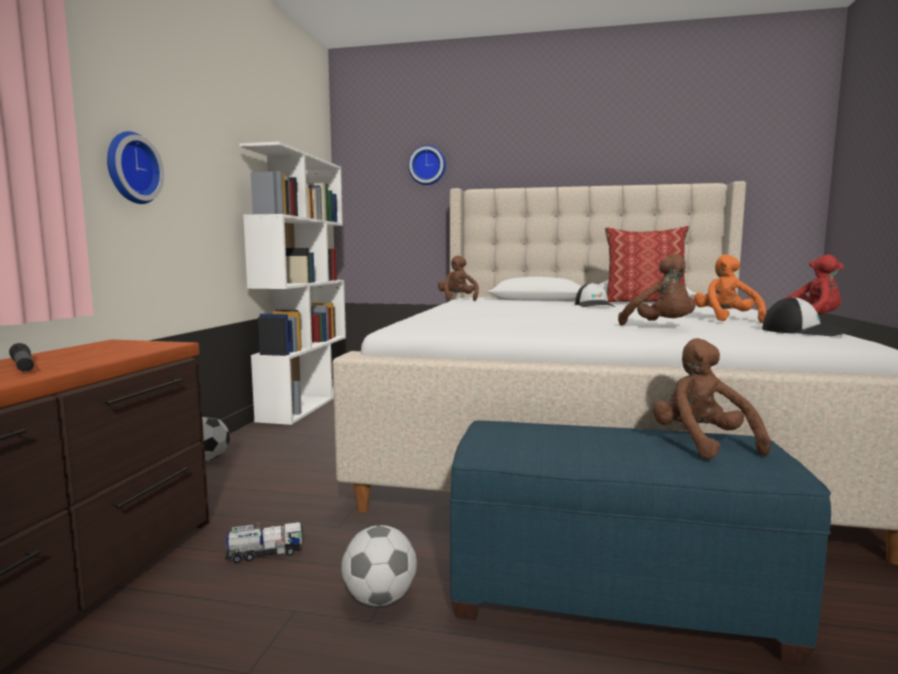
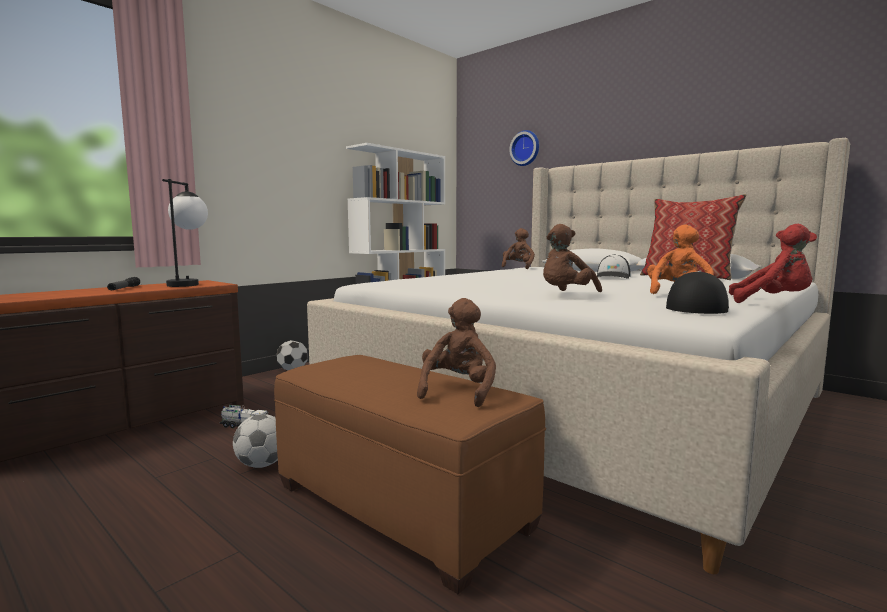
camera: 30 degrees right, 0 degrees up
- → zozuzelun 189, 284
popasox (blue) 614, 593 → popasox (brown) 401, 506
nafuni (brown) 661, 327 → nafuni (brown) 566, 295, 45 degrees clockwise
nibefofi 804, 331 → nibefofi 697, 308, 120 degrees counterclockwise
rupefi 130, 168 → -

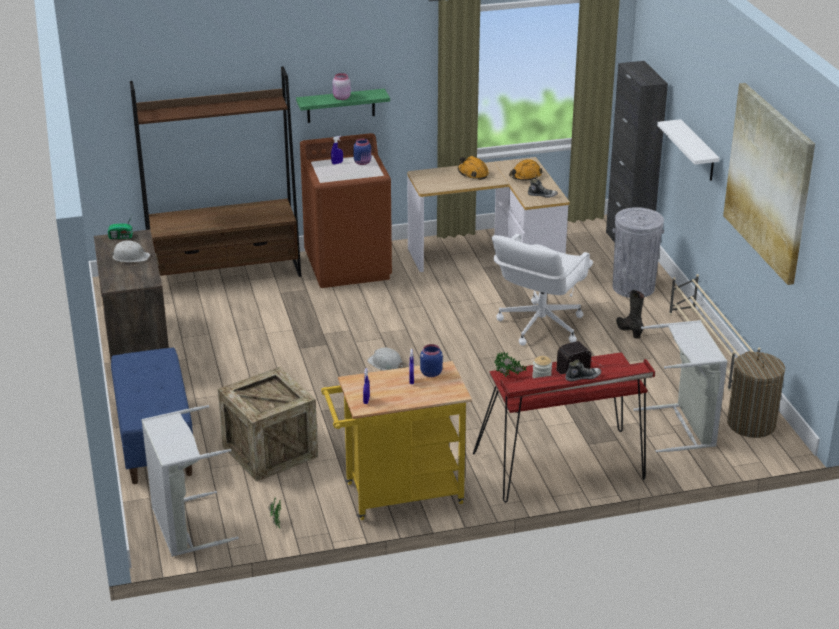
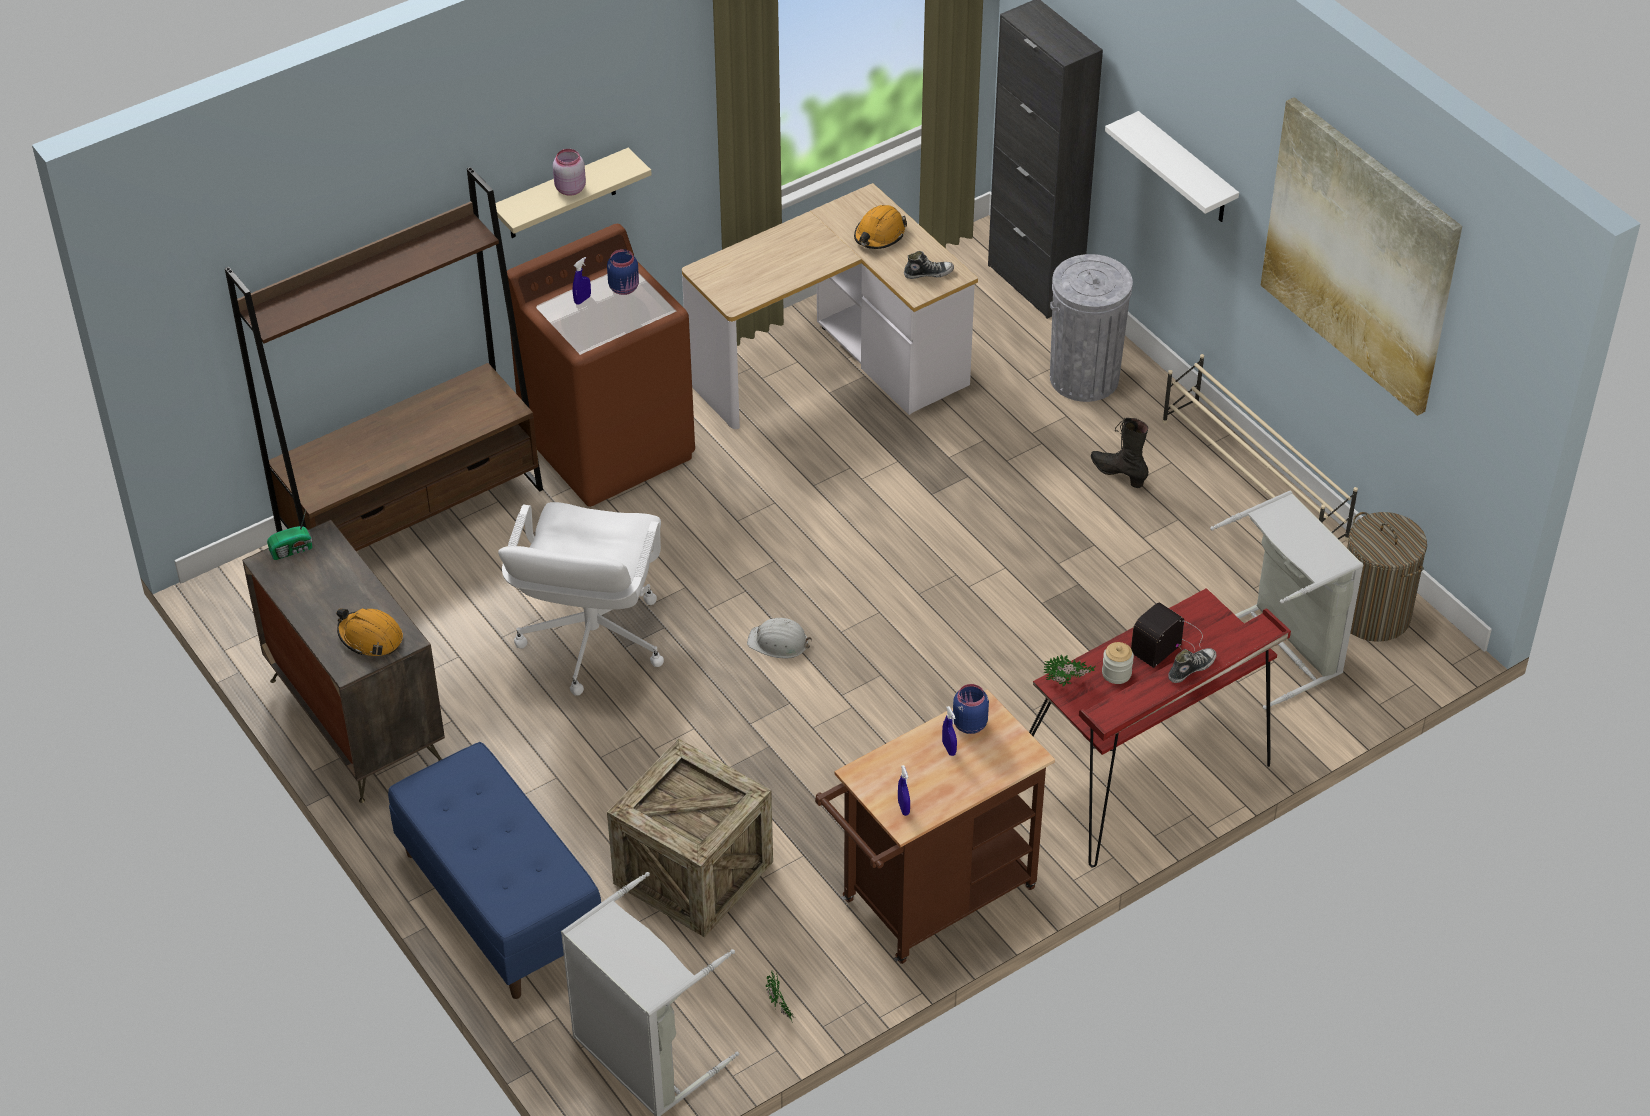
camera: 20 degrees left, 15 degrees up
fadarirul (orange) 472, 173 → fadarirul (orange) 370, 637, move
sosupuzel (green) 340, 106 → sosupuzel (beige) 561, 195
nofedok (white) 539, 325 → nofedok (white) 591, 640, move
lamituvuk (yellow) 396, 495 → lamituvuk (brown) 929, 901
fadarirul (white) 130, 257 → -

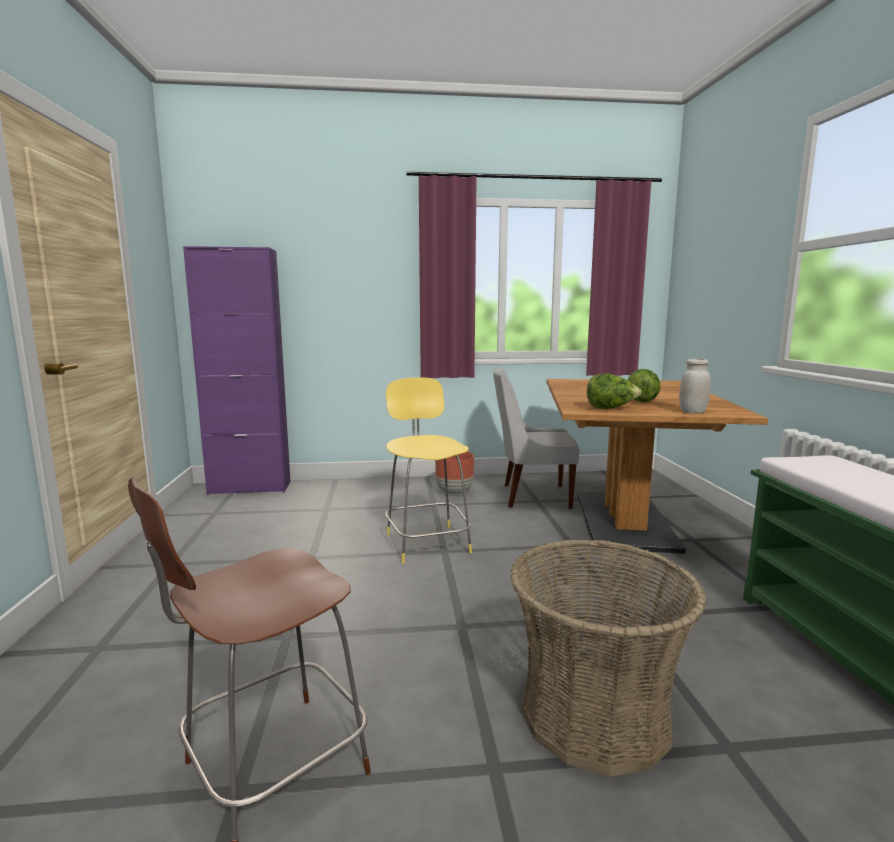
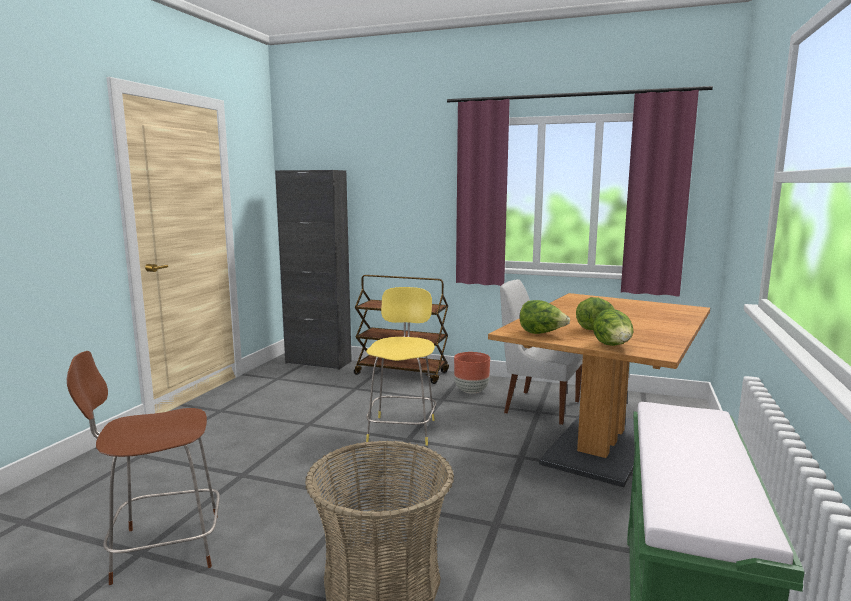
camera: 25 degrees right, 0 degrees up
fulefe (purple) 250, 488 → fulefe (black) 318, 362
- → lamituvuk (brown) 402, 373
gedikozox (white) 693, 412 → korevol 613, 346

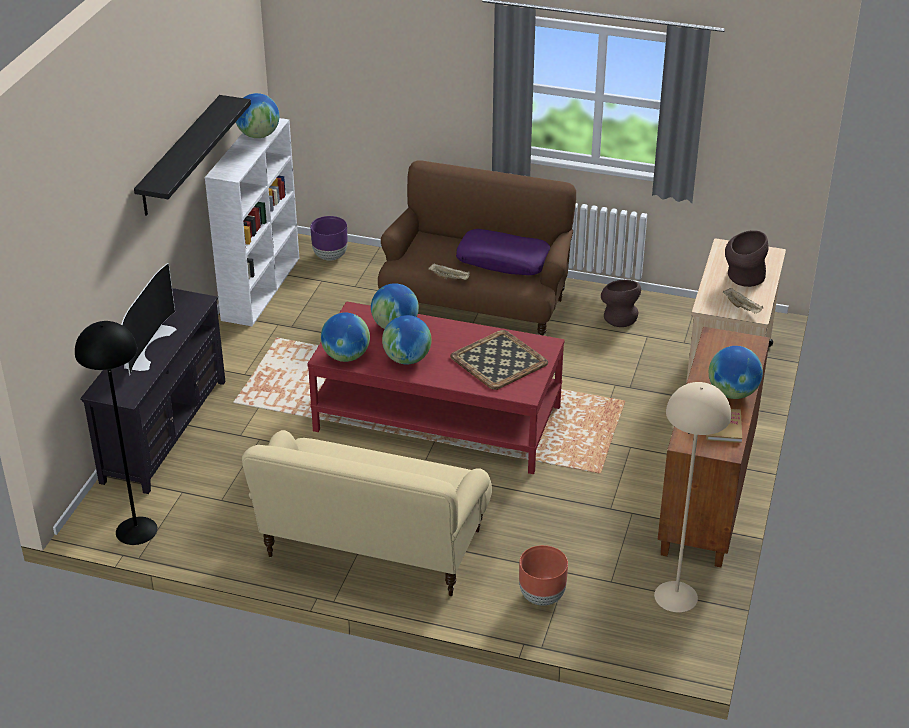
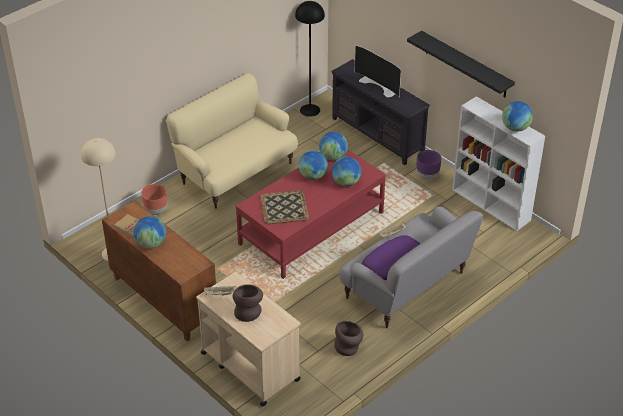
camera: 120 degrees right, 5 degrees up
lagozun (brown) 476, 307 → lagozun (grey) 407, 286
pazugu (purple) 330, 256 → pazugu (purple) 427, 176, move

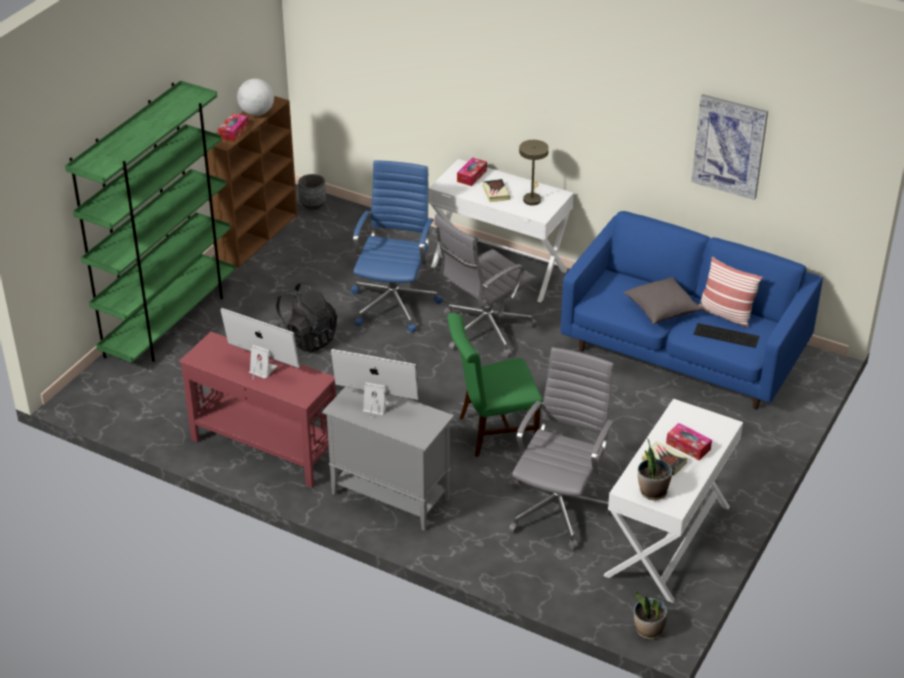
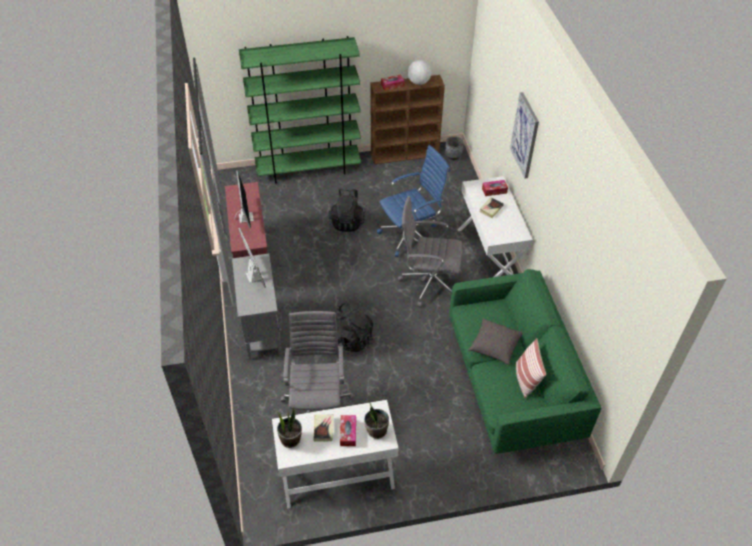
camera: 50 degrees right, 10 degrees up
nofedok (grey) 559, 508 → nofedok (grey) 318, 406, 75 degrees counterclockwise
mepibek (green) 492, 432 → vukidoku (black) 350, 339
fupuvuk 648, 630 → fupuvuk 376, 430, move
lagozun (blue) 684, 350 → lagozun (green) 512, 382
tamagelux 729, 146 → tamagelux 525, 135, move
zozuzelun (beige) 532, 198 → -
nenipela 727, 335 → -

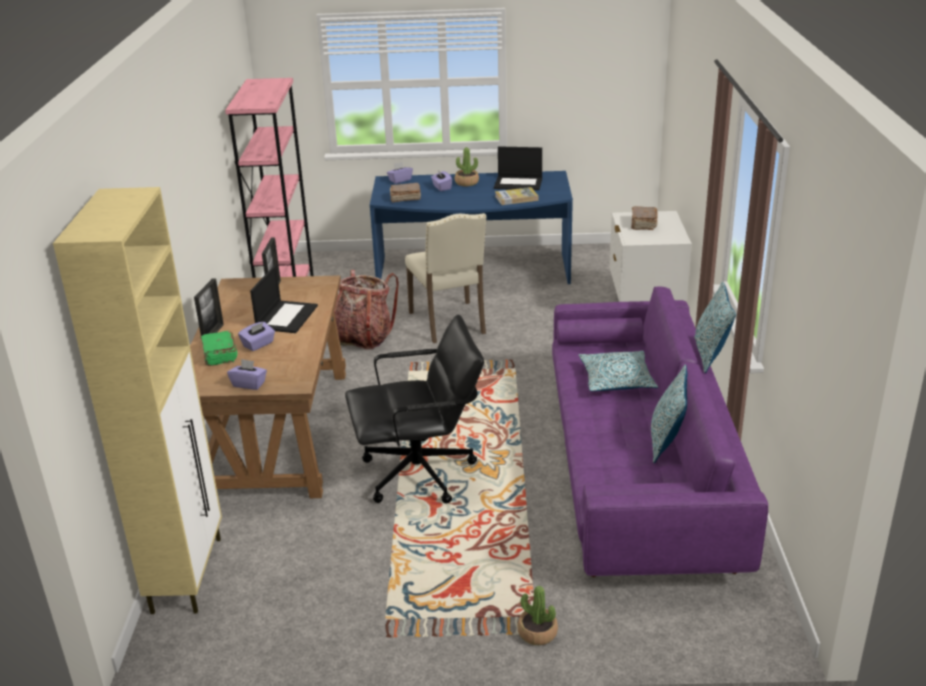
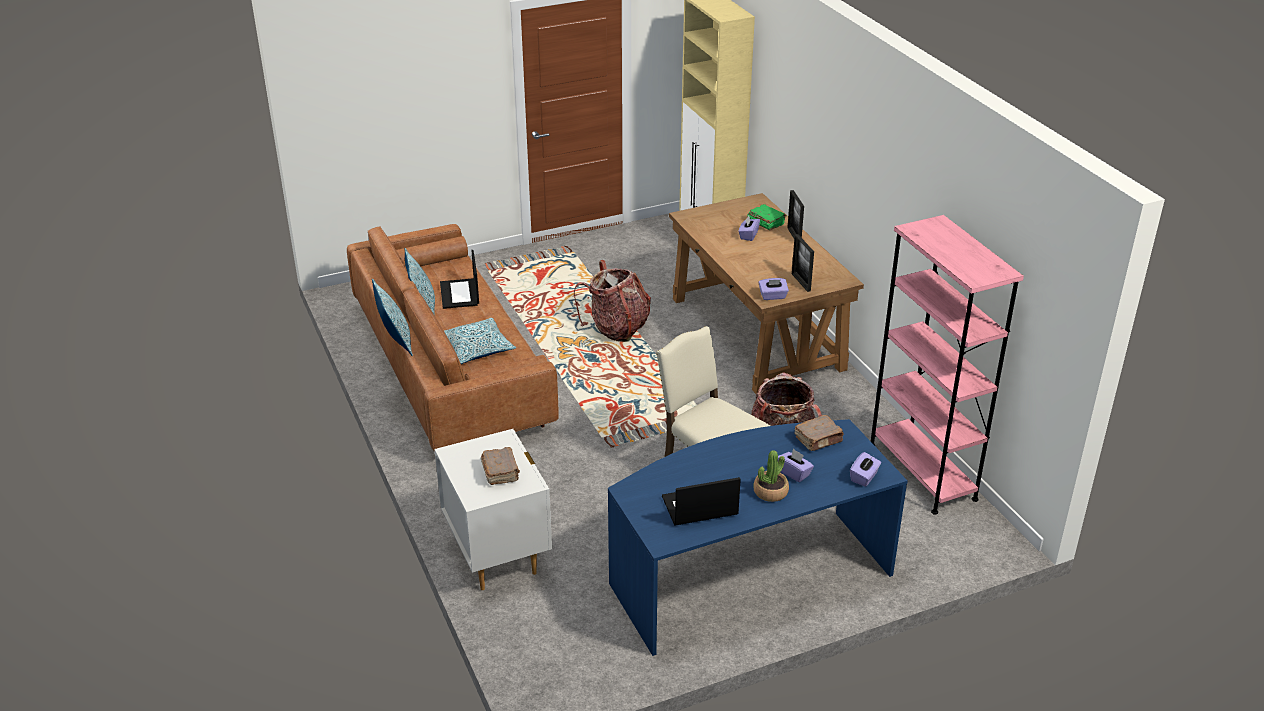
camera: 155 degrees right, 5 degrees up
lagozun (purple) 638, 469 → lagozun (brown) 451, 368
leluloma 286, 317 → leluloma 460, 294, move
nofedok (black) 420, 474 → vukidoku 616, 328
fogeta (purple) 249, 384 → fogeta (purple) 773, 296, move
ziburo 516, 198 → -
fupuvuk 537, 632 → -

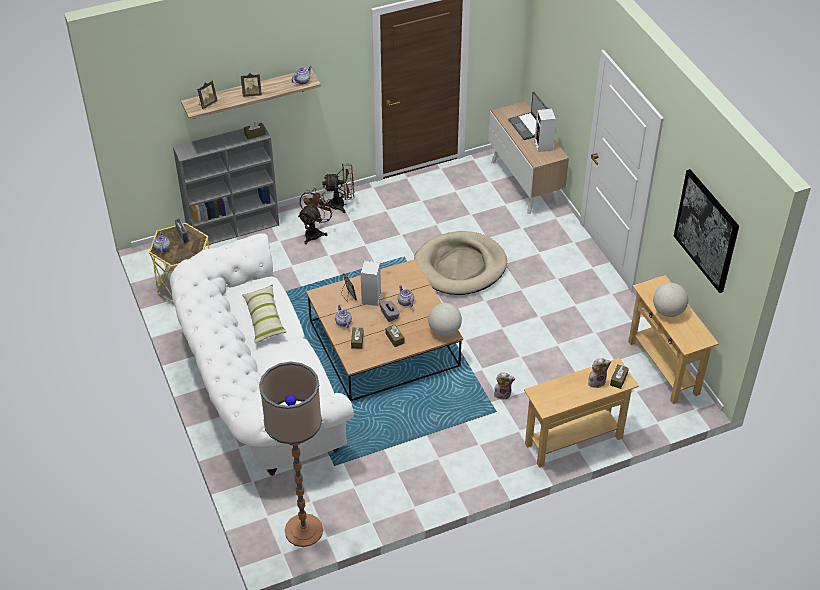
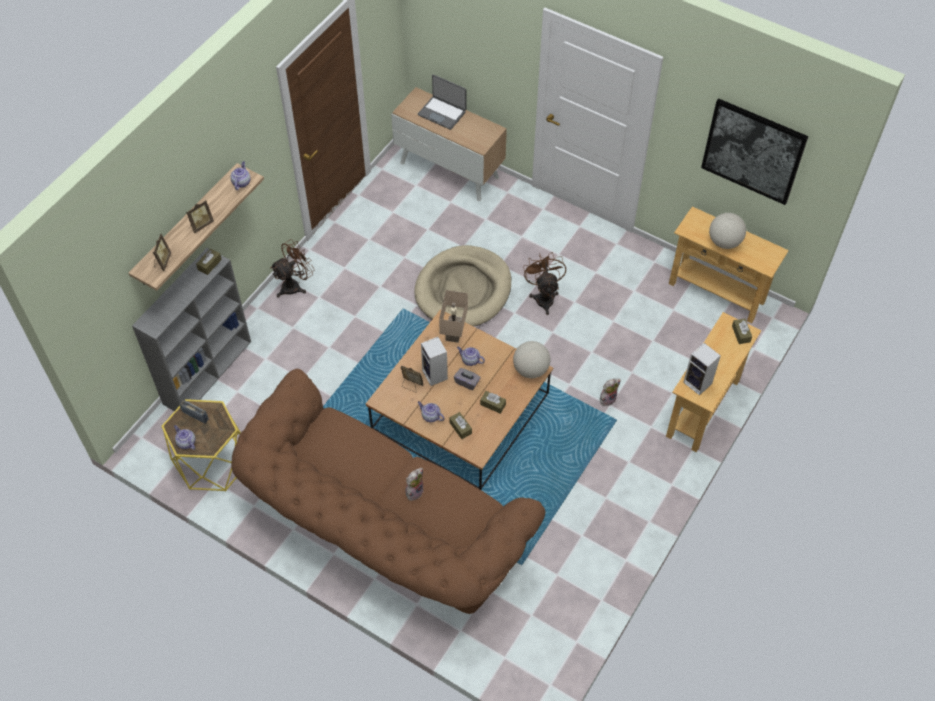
camera: 35 degrees left, 10 degrees up
lagozun (white) 258, 389 → lagozun (brown) 383, 530
nafuni 597, 381 → nafuni 414, 491, move
- → zozuzelun (beige) 452, 332
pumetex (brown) 315, 232 → pumetex (brown) 544, 297, move
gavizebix 544, 146 → gavizebix 698, 383, move
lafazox 264, 319 → -
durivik 303, 530 → -

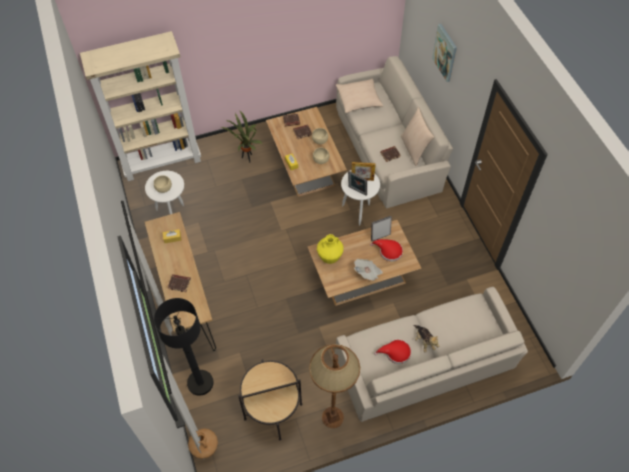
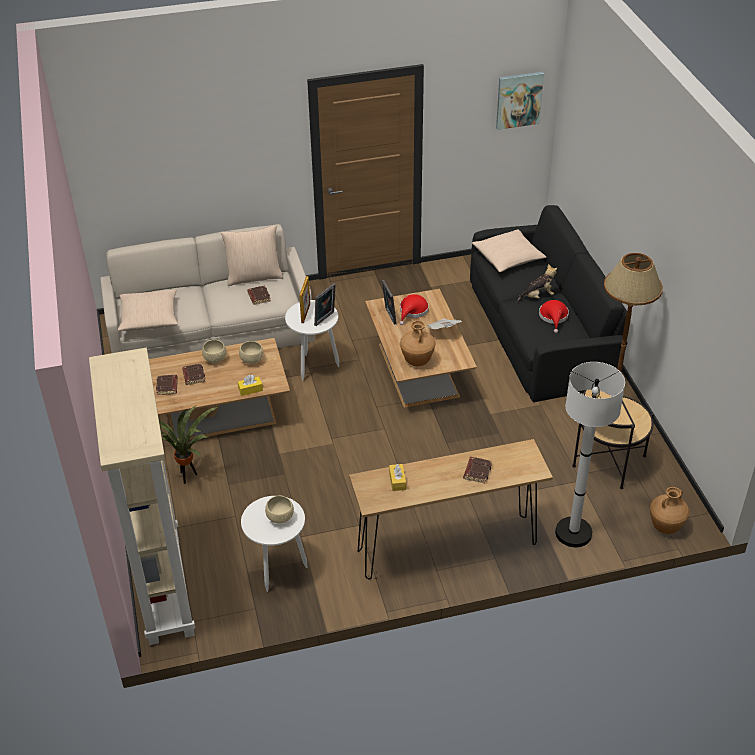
camera: 85 degrees left, 15 degrees down
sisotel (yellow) 329, 257 → sisotel (brown) 417, 361
lagozun (beige) 425, 364 → lagozun (black) 541, 330
- → lafazox (beige) 508, 257
tamagelux 445, 52 → tamagelux 519, 100, move
durivik (black) 200, 383 → durivik (white) 573, 533

